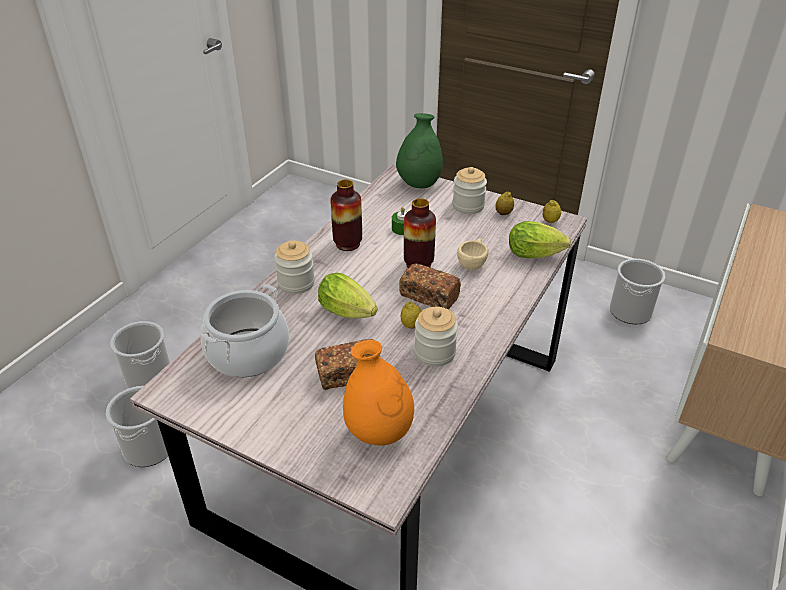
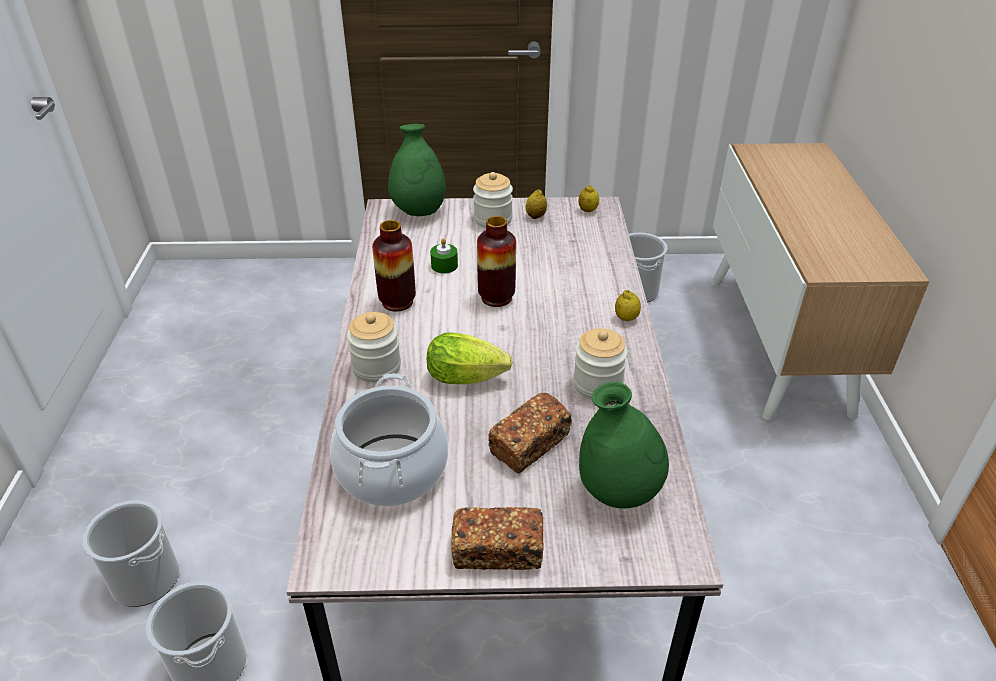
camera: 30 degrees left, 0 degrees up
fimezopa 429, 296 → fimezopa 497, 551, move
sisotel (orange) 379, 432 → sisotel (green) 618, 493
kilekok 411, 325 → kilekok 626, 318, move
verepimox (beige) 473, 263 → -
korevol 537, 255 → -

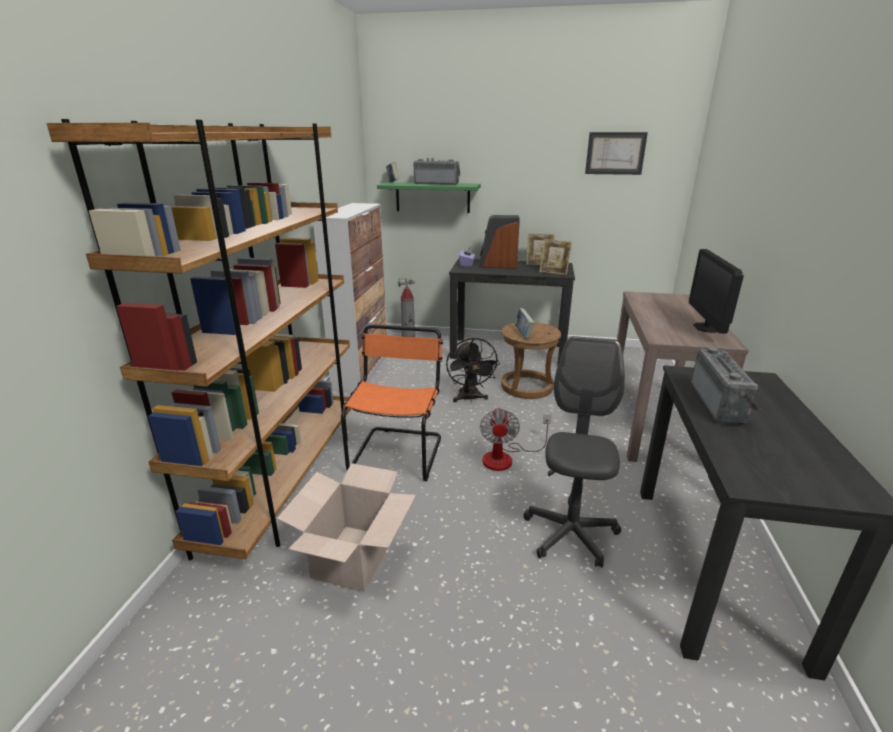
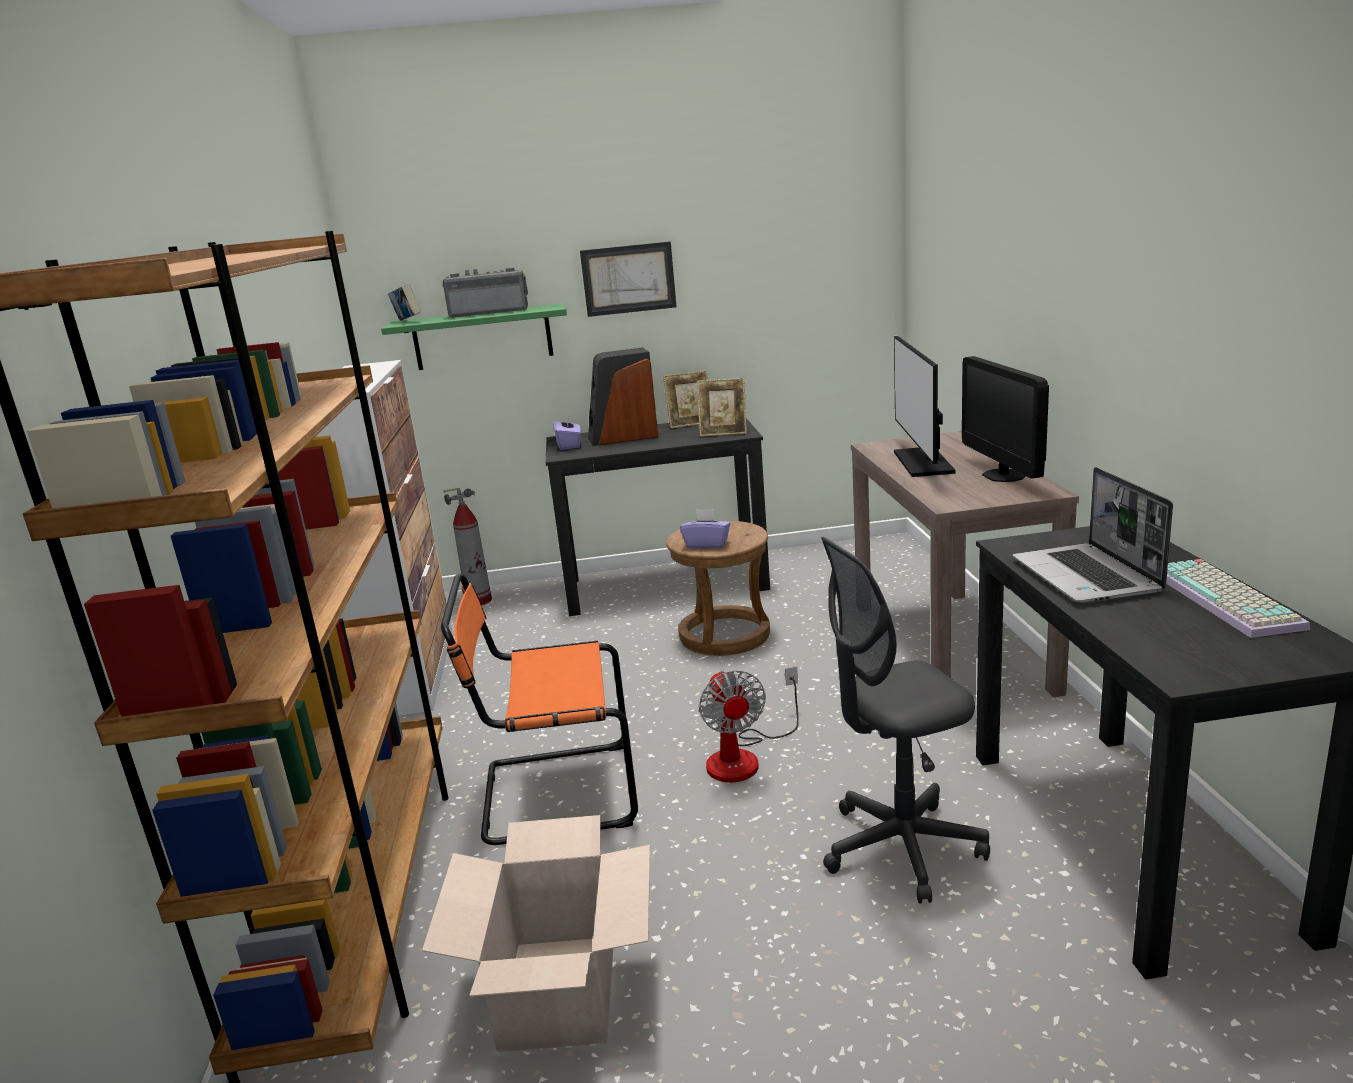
camera: 15 degrees left, 5 degrees down
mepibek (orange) 398, 452 → mepibek (orange) 552, 794, 90 degrees counterclockwise
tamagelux 615, 153 → tamagelux 628, 279, move
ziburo 523, 334 → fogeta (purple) 707, 544
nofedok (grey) 570, 534 → nofedok (grey) 901, 848, 105 degrees counterclockwise
- → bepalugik 923, 462
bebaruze 721, 403 → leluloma 1088, 577
- → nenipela 1228, 599
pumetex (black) 470, 399 → -

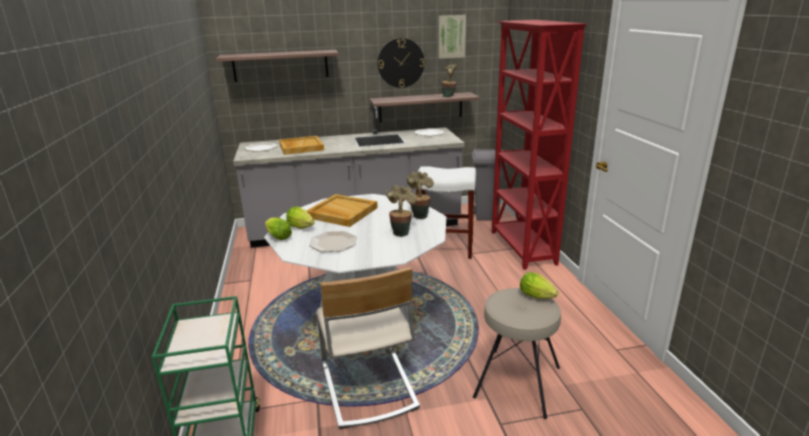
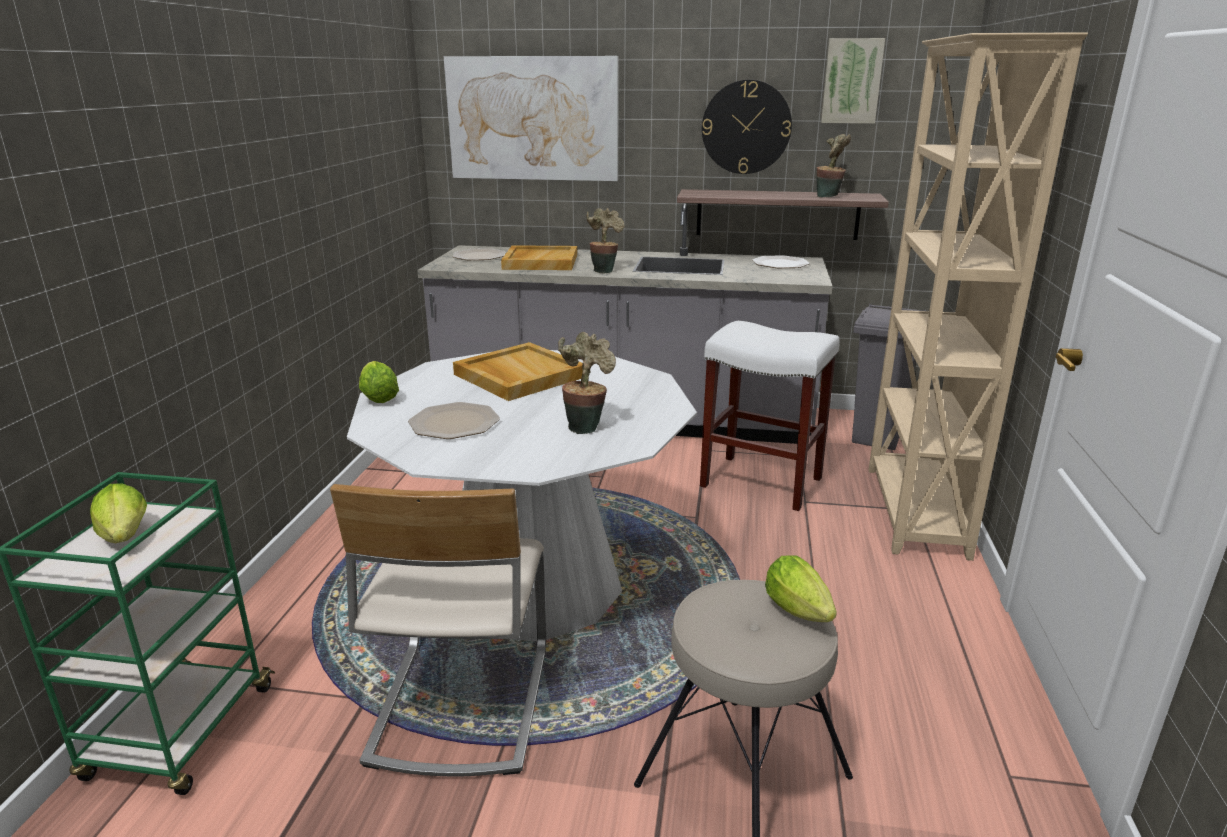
camera: 20 degrees right, 0 degrees up
korevol 302, 228 → korevol 125, 539, move
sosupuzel 280, 65 → tamagelux 533, 119
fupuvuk 420, 215 → fupuvuk 604, 270, move
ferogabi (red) 522, 248 → ferogabi (beige) 913, 511

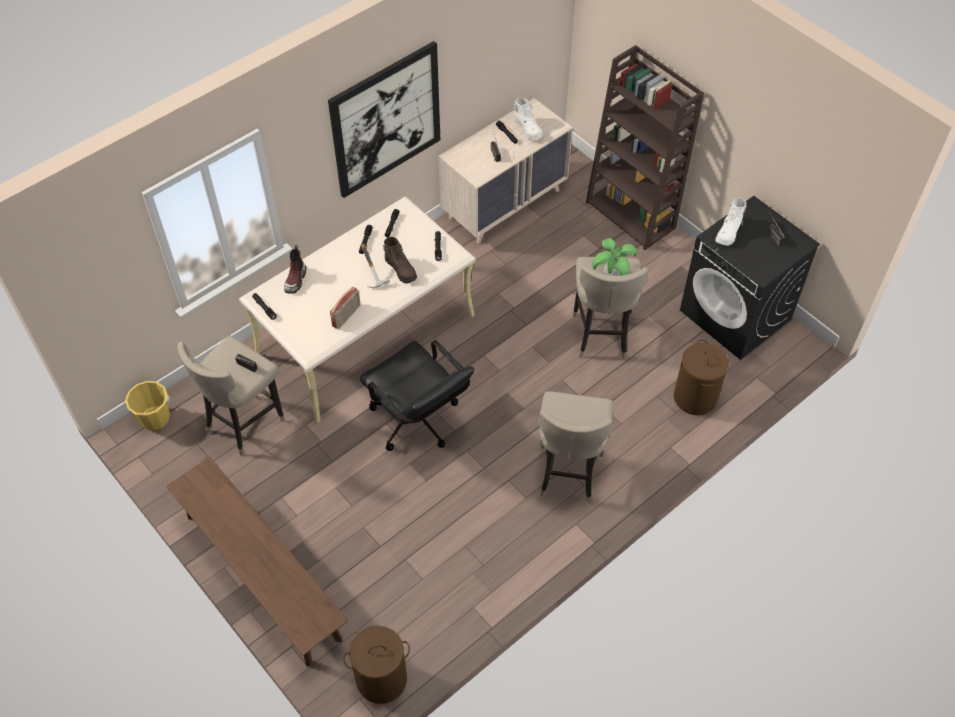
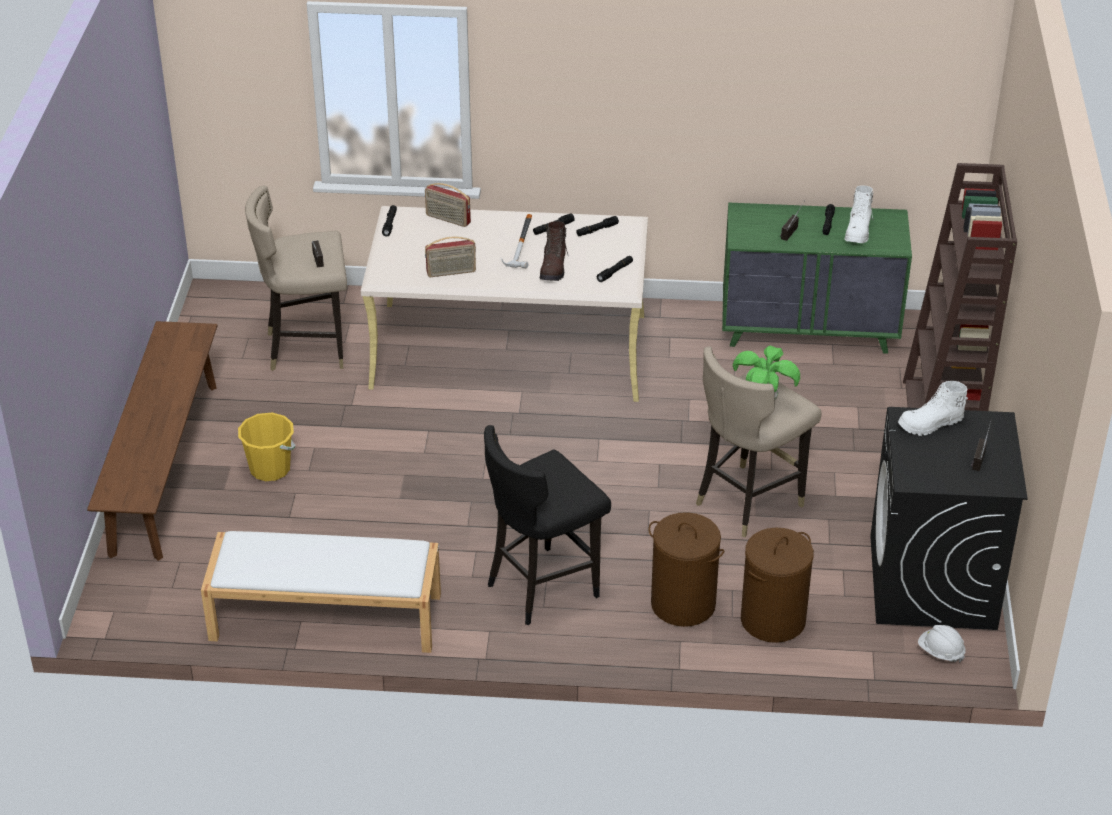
camera: 45 degrees right, 15 degrees down
- → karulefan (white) 324, 617
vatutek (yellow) 155, 418 → vatutek (yellow) 270, 469, move
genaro 295, 279 → bebaruze 447, 219
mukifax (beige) 568, 472 → mukifax (black) 542, 586
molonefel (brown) 381, 679 → molonefel (brown) 682, 604, move
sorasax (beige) 504, 203 → sorasax (green) 809, 329
- → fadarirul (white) 940, 652
tamagelux 386, 120 → -
nofedok (black) 419, 424 → -

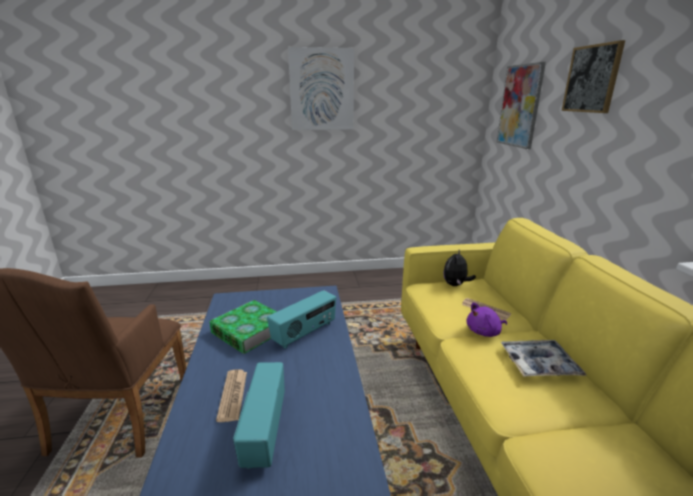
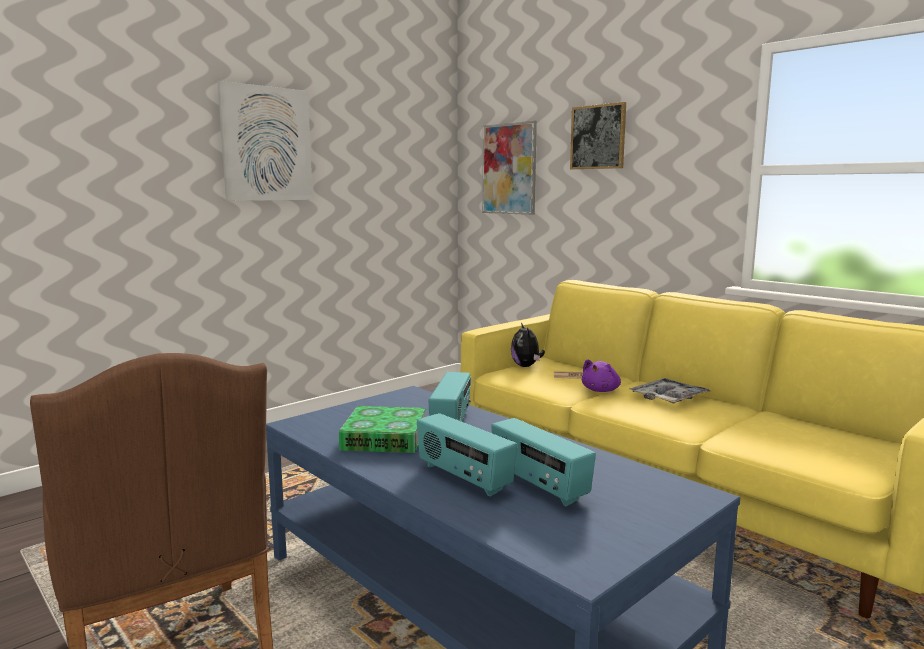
camera: 35 degrees left, 10 degrees down
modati 232, 395 → bebaruze 463, 478

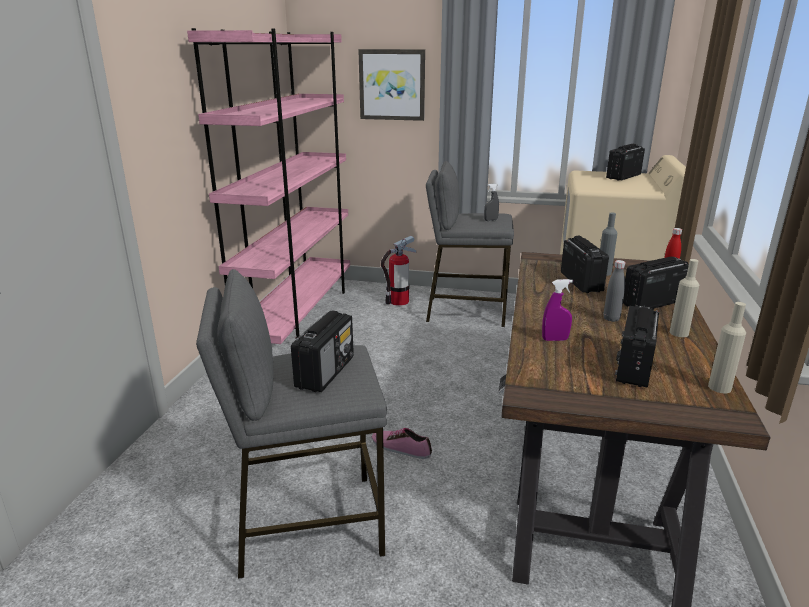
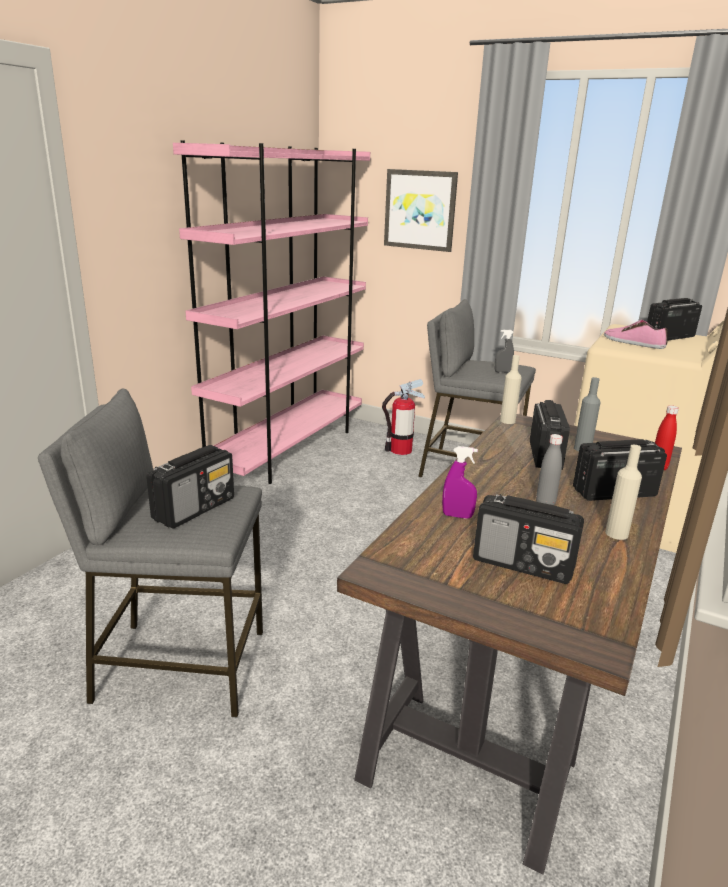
camera: 15 degrees right, 0 degrees up
bebaruze 633, 368 → bebaruze 524, 564, 105 degrees counterclockwise
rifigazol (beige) 719, 387 → rifigazol (beige) 507, 421, move
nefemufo 401, 447 → nefemufo 633, 342, move

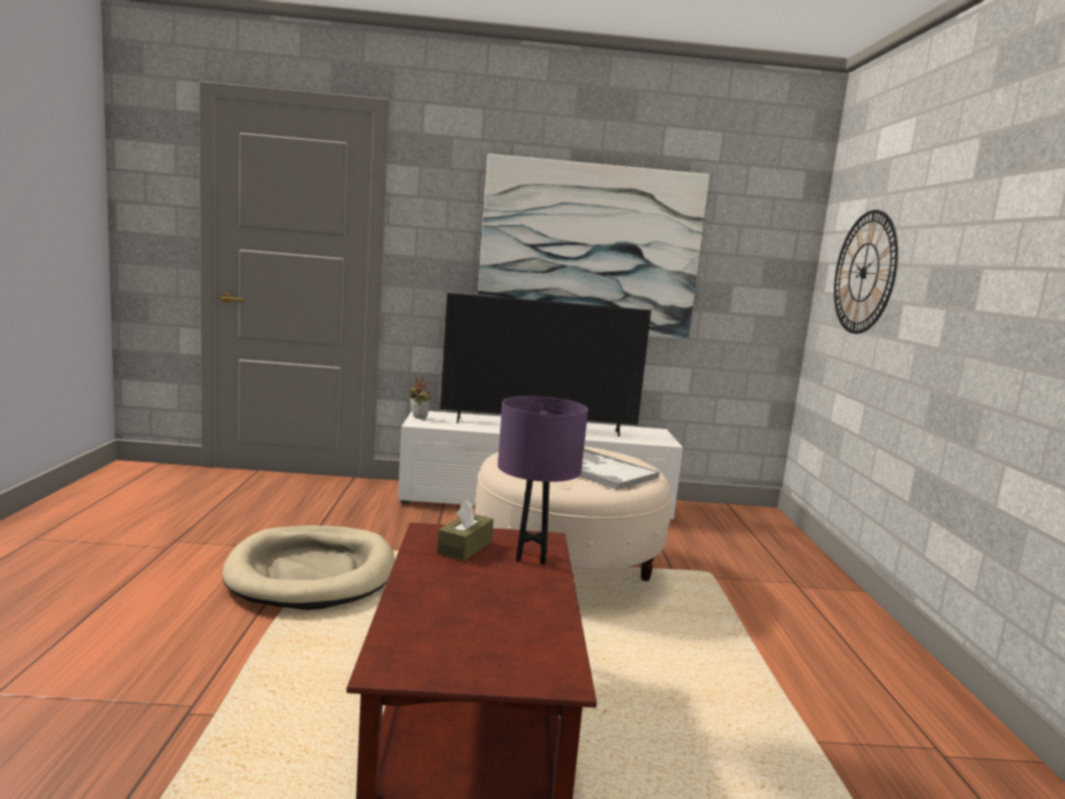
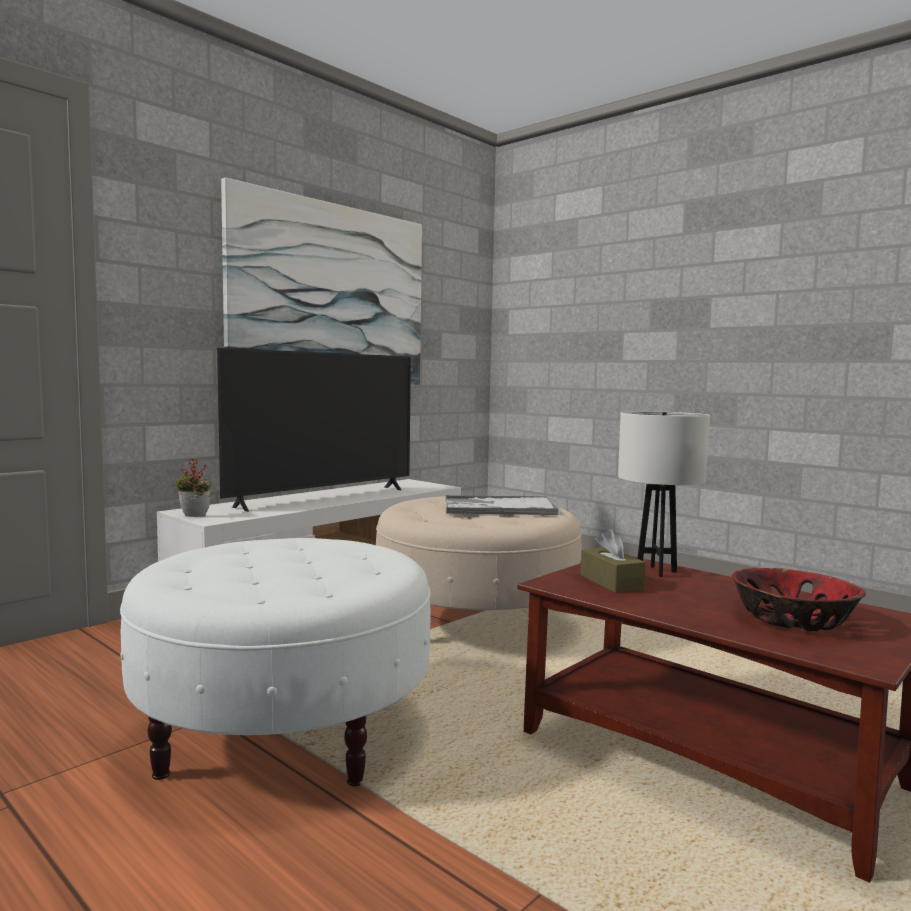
camera: 45 degrees left, 5 degrees down
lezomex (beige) 312, 573 → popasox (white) 283, 729
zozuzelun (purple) 531, 557 → zozuzelun (white) 656, 571
- → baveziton 793, 619
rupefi 864, 272 → -

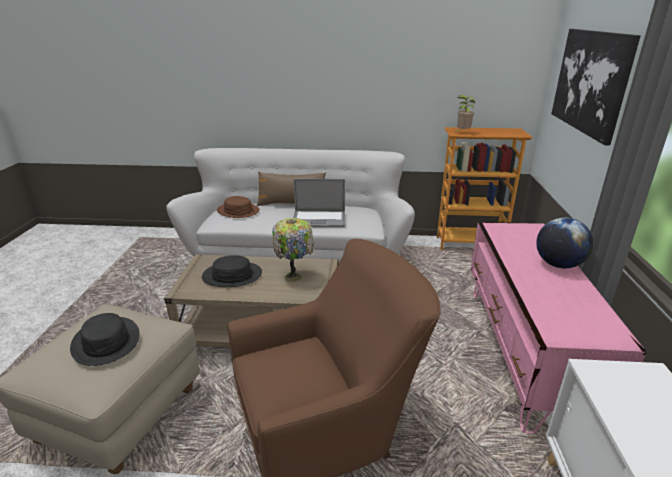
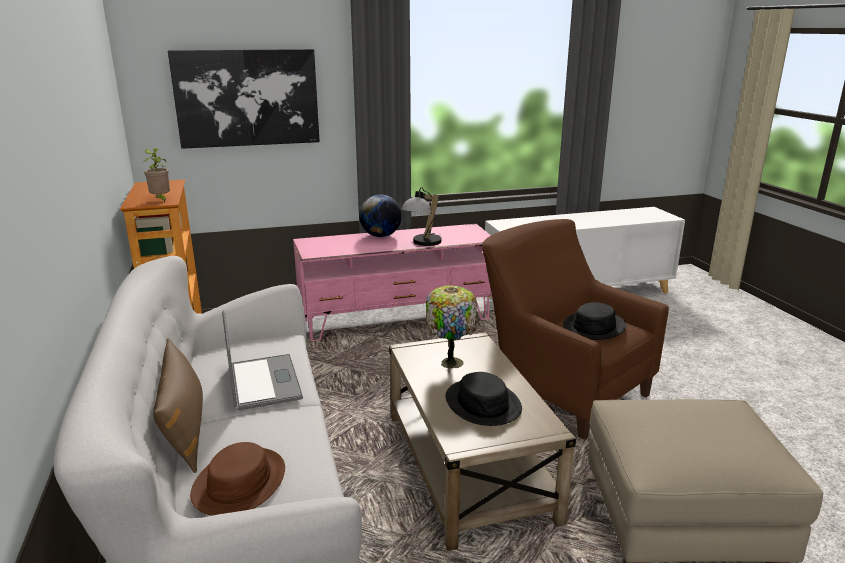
camera: 110 degrees left, 5 degrees down
- → zozuzelun 423, 243
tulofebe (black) 106, 341 → tulofebe (black) 594, 326, move

